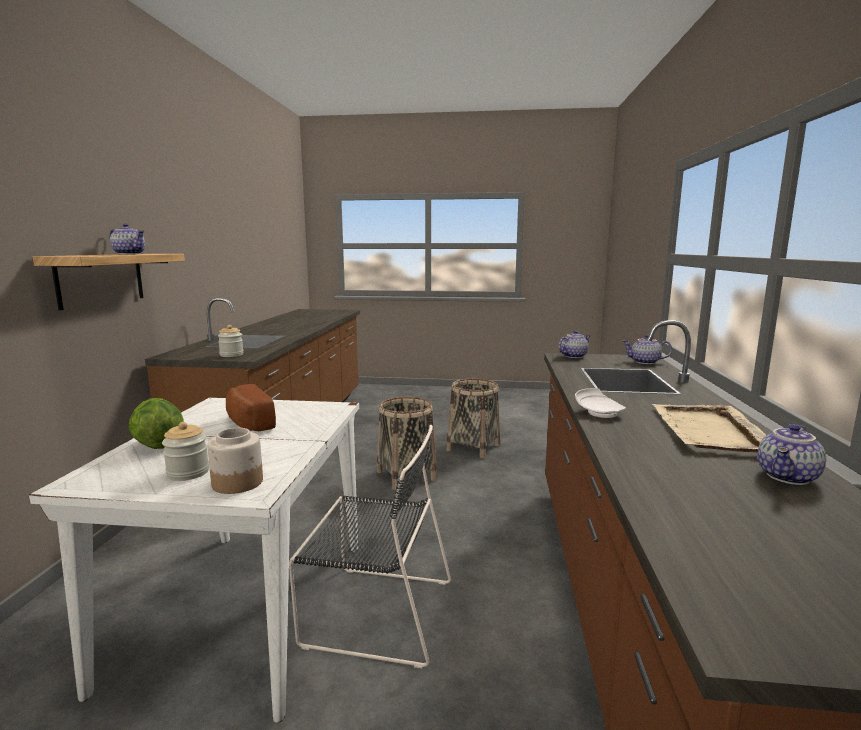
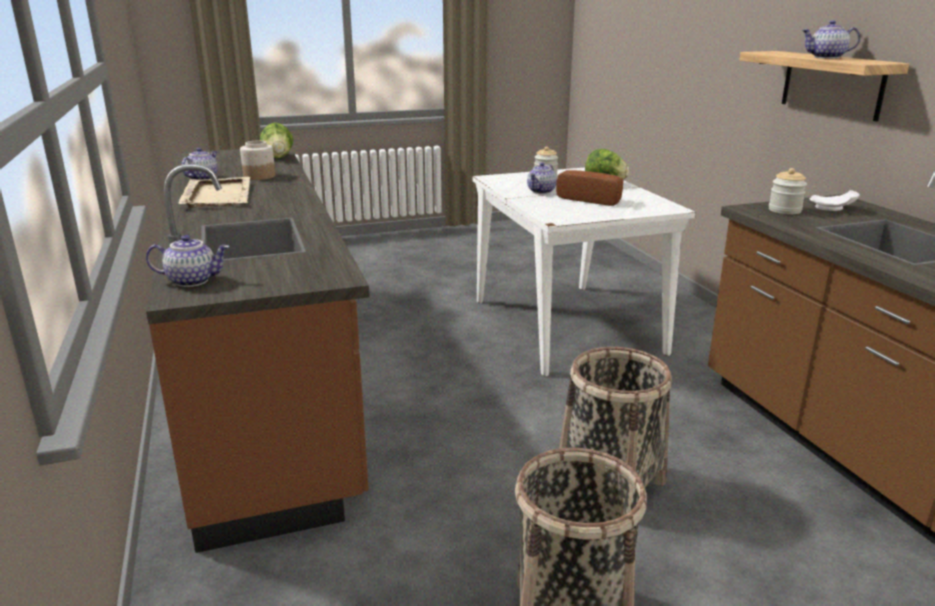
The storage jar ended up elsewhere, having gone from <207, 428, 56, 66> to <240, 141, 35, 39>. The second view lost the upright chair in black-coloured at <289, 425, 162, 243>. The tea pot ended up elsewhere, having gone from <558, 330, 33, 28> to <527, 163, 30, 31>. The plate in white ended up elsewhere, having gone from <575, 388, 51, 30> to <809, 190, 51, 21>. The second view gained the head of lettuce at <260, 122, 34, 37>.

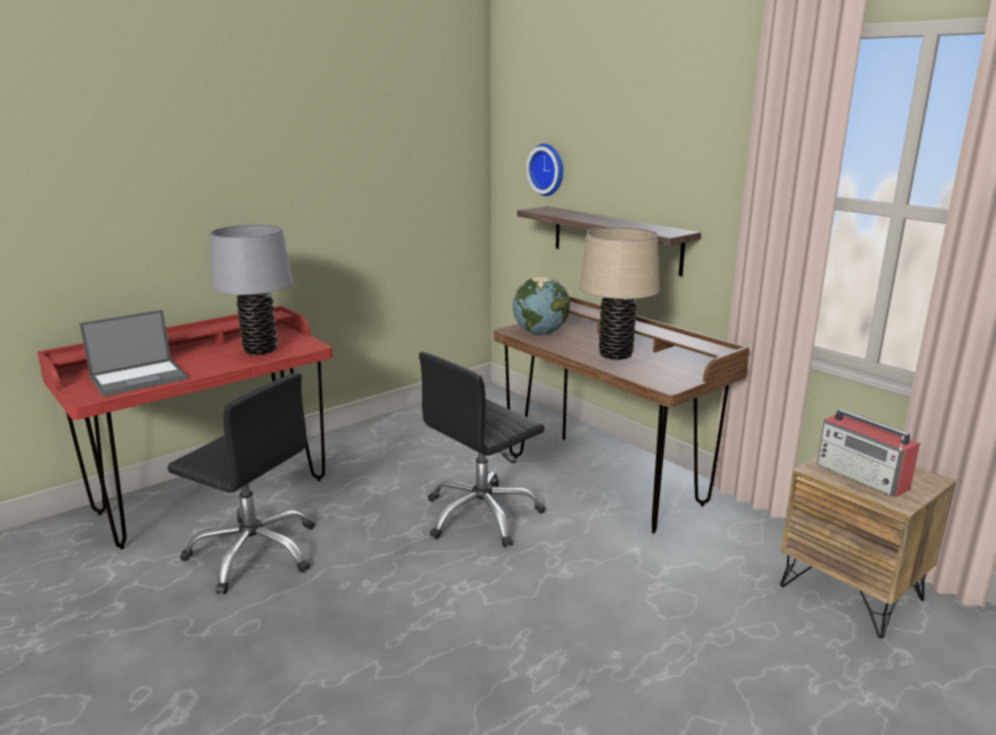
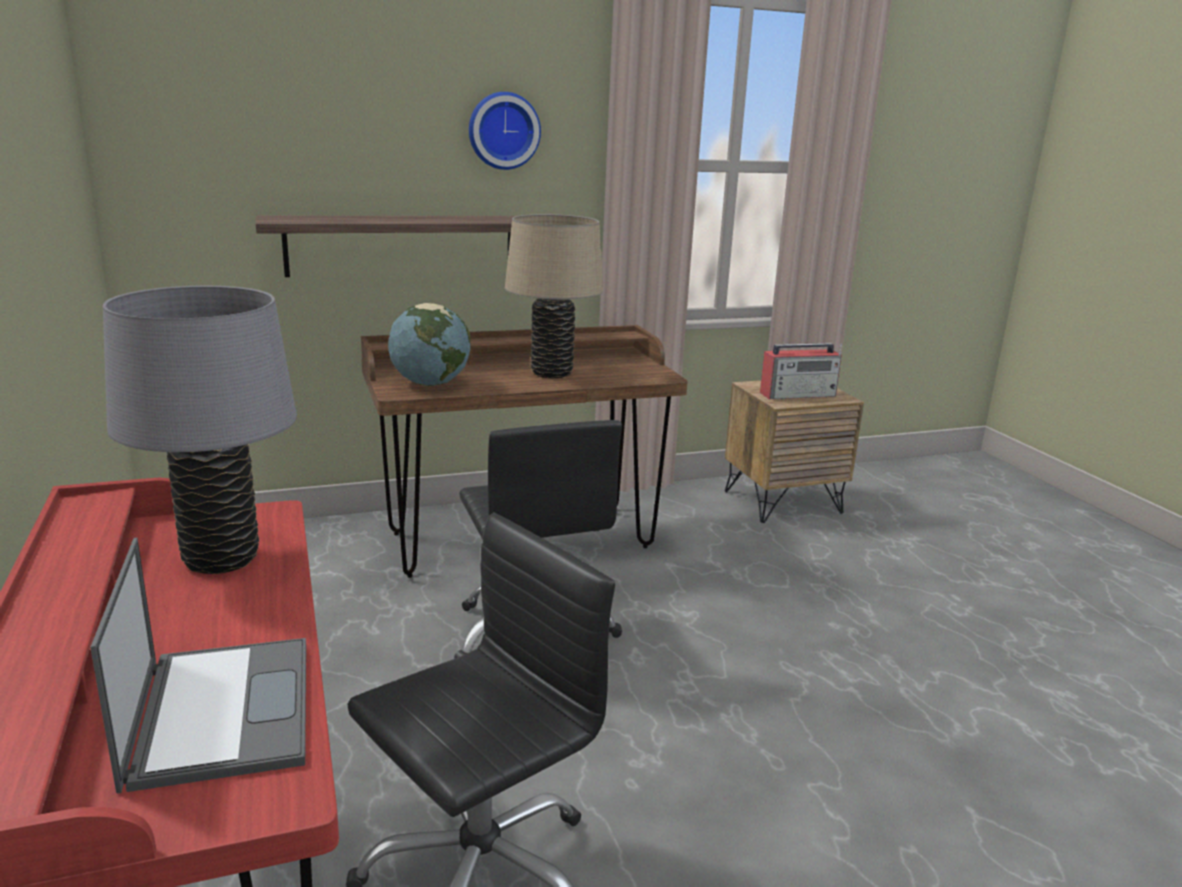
The wall clock ended up elsewhere, having gone from <526, 144, 37, 52> to <469, 92, 72, 78>.

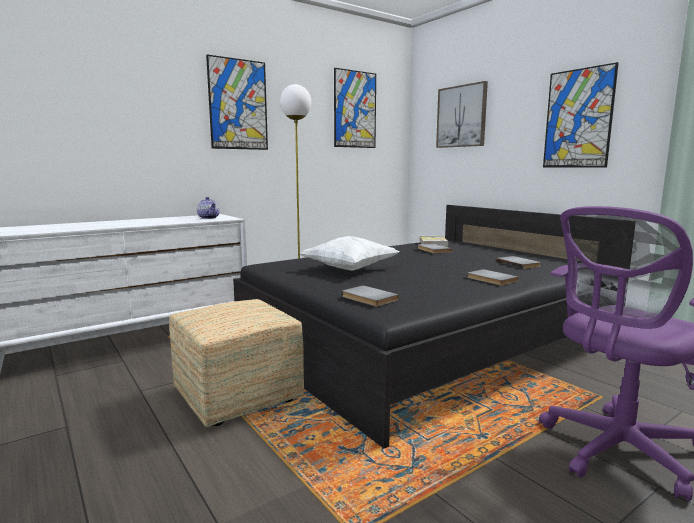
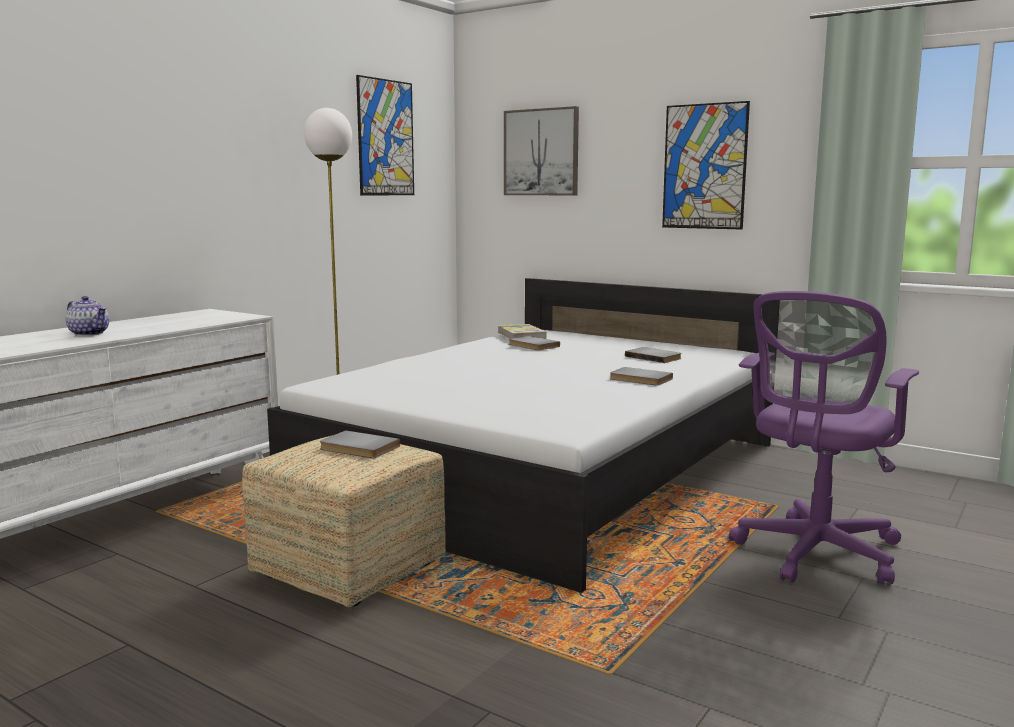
The tea pot ended up elsewhere, having gone from <197, 197, 23, 22> to <65, 296, 44, 40>. The second view lost the picture at <206, 54, 62, 96>. What was the bed in black-coloured at <233, 205, 400, 243> turned into the bed in white at <267, 278, 512, 315>. The second view lost the pillow in white at <299, 236, 100, 34>. The bound book in gray ended up elsewhere, having gone from <342, 285, 57, 22> to <320, 430, 80, 28>.

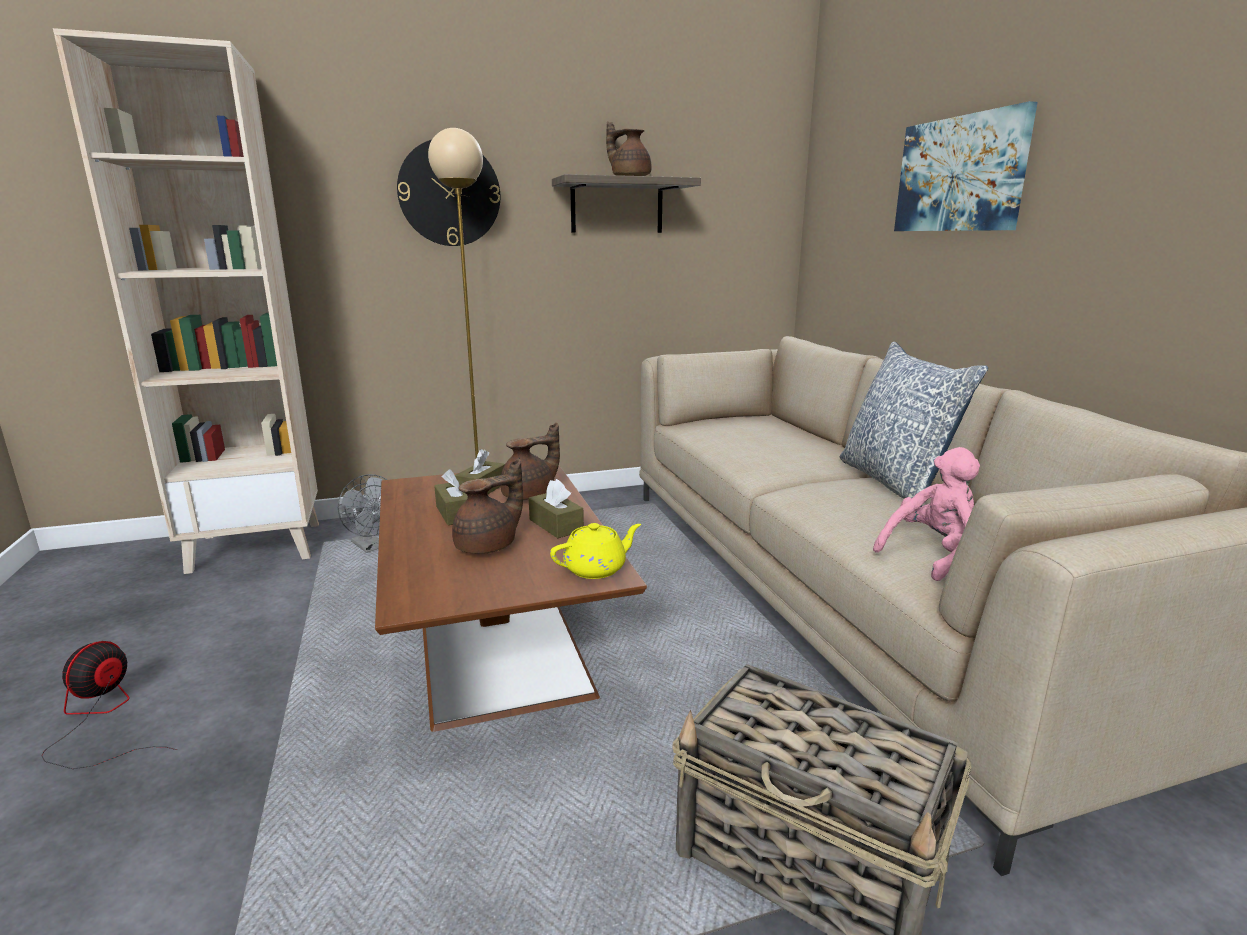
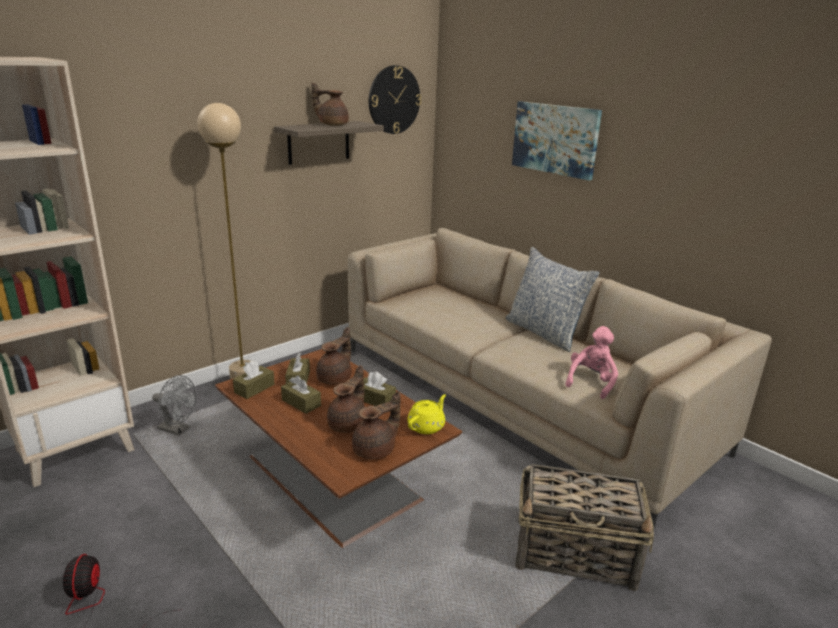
The wall clock ended up elsewhere, having gone from <397, 140, 103, 106> to <369, 65, 52, 69>. The second view gained the box of tissues in brown at <233, 361, 42, 38>. The second view gained the tea pot in brown at <352, 391, 48, 68>.

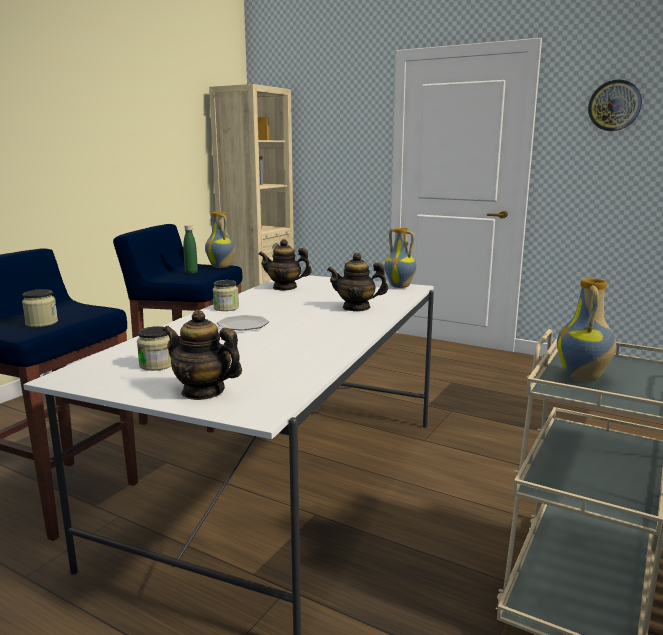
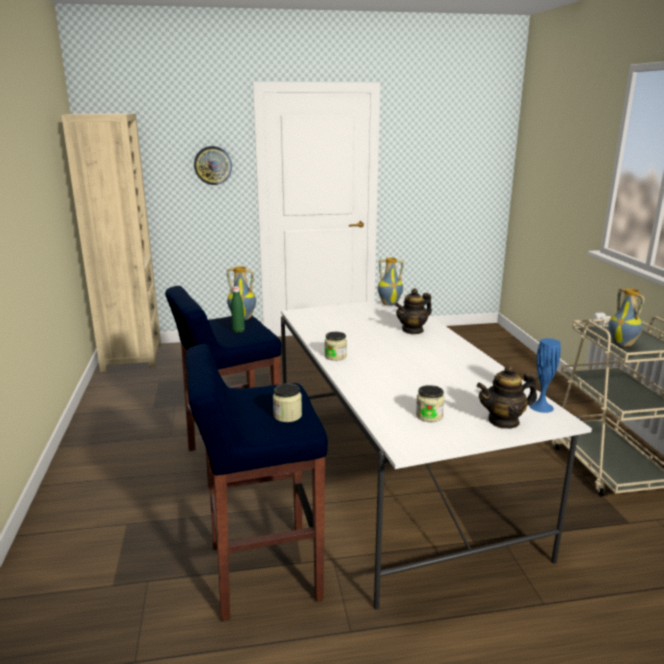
The second view lost the plate at <217, 315, 52, 16>. The second view lost the tea pot at <259, 239, 53, 51>. The wall clock ended up elsewhere, having gone from <588, 80, 54, 51> to <194, 146, 38, 39>. The second view gained the vase in blue-coloured at <529, 338, 32, 75>.

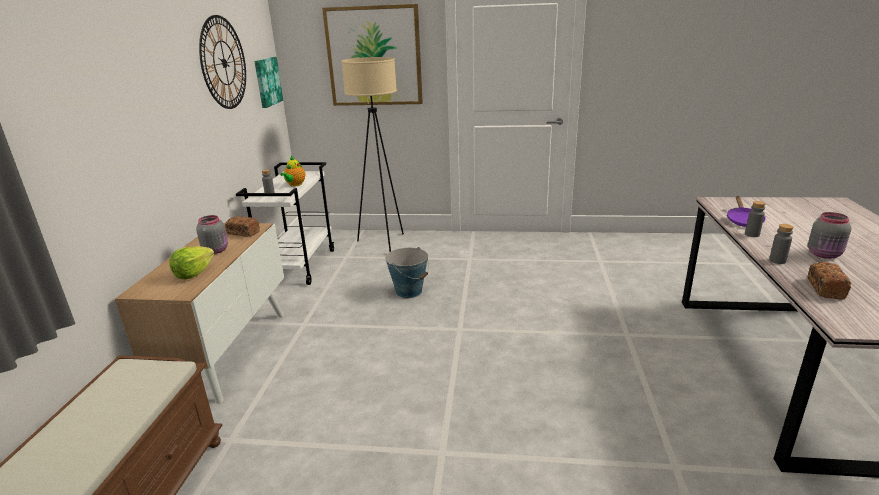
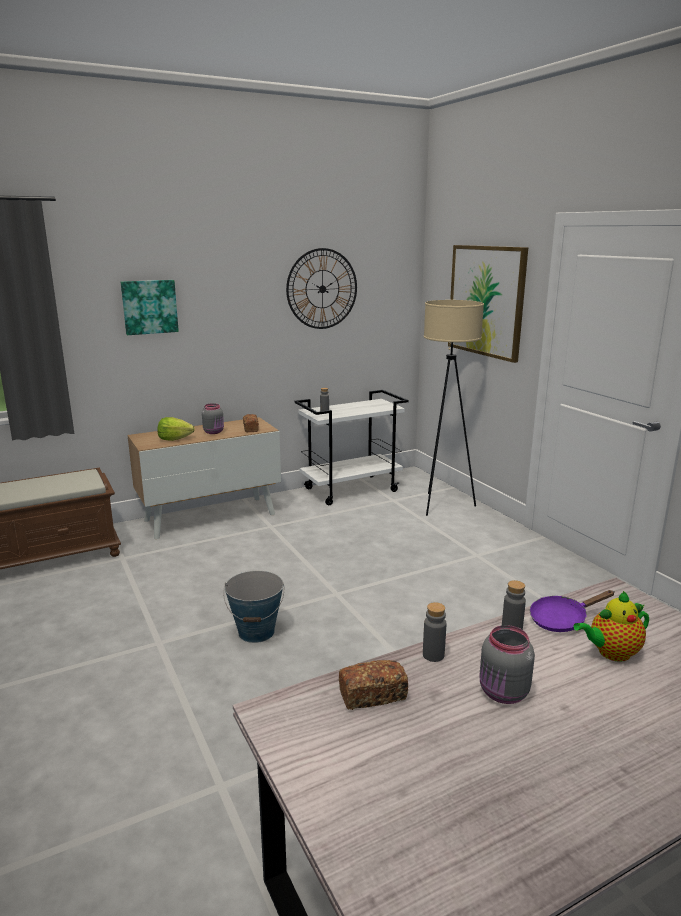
The picture ended up elsewhere, having gone from <254, 57, 29, 51> to <121, 280, 58, 55>. The tea pot ended up elsewhere, having gone from <280, 156, 25, 31> to <574, 591, 75, 71>. The bucket ended up elsewhere, having gone from <385, 247, 44, 51> to <224, 571, 60, 72>.

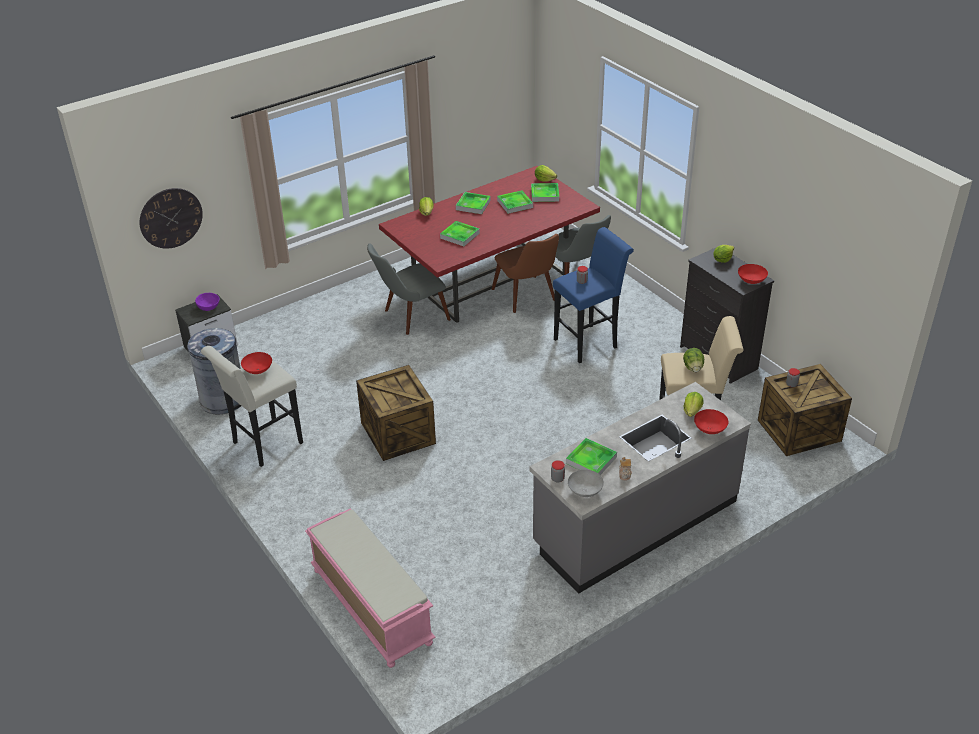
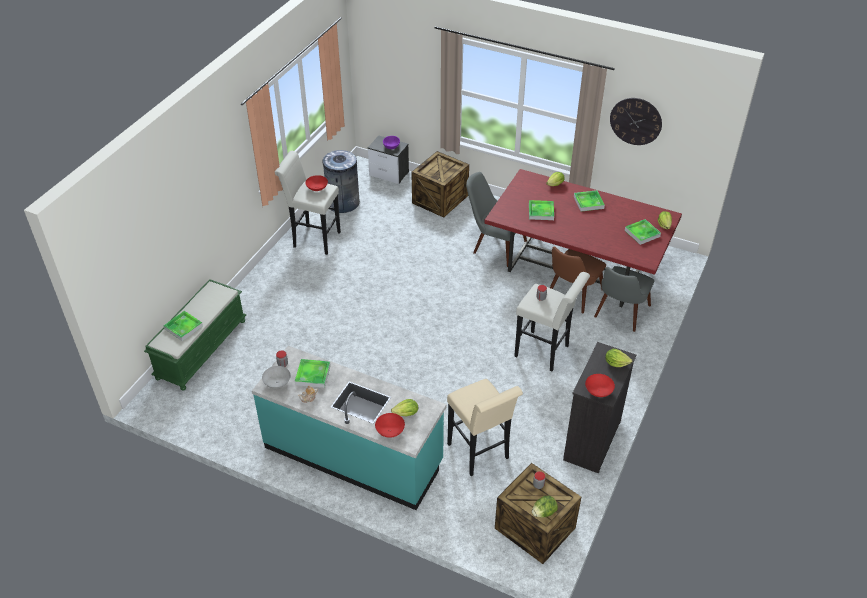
The wall clock ended up elsewhere, having gone from <140, 188, 63, 61> to <610, 98, 52, 47>. What was the long seat in pink at <305, 508, 131, 160> turned into the long seat in green at <144, 279, 102, 112>. The packing crate ended up elsewhere, having gone from <356, 365, 80, 96> to <411, 151, 58, 67>. The tray ended up elsewhere, having gone from <497, 190, 36, 24> to <164, 311, 39, 30>. What was the kitchen counter in gray at <530, 382, 221, 212> turned into the kitchen counter in blue-green at <252, 346, 194, 164>. What was the sitting stool in blue-coloured at <553, 227, 81, 136> turned into the sitting stool in white at <514, 272, 76, 99>. The head of lettuce ended up elsewhere, having gone from <683, 348, 21, 24> to <532, 496, 26, 21>.

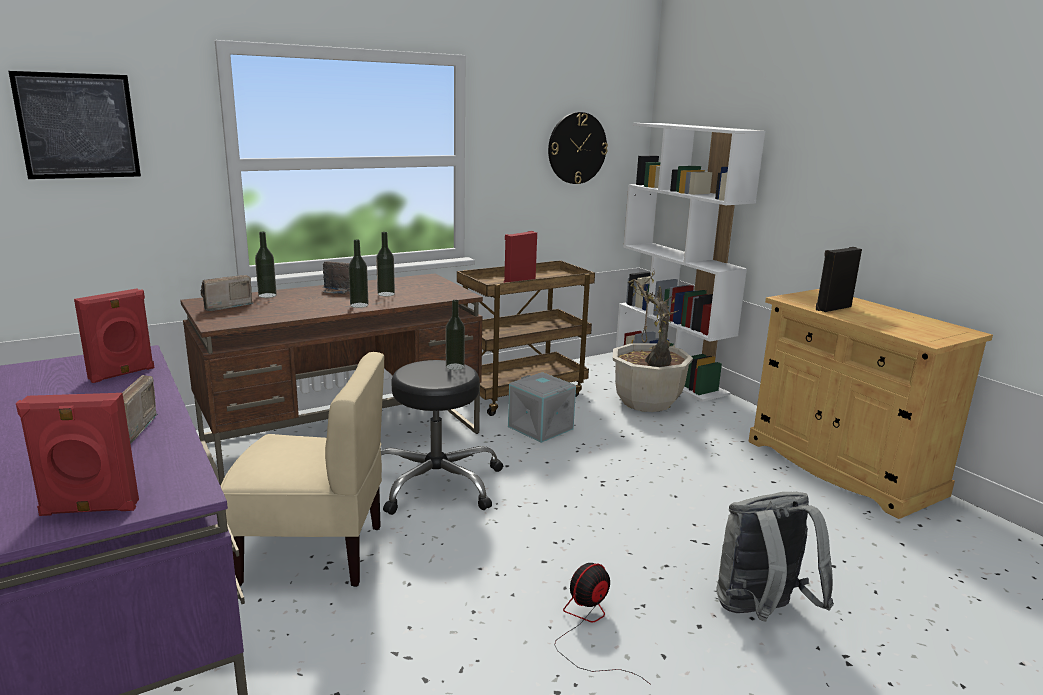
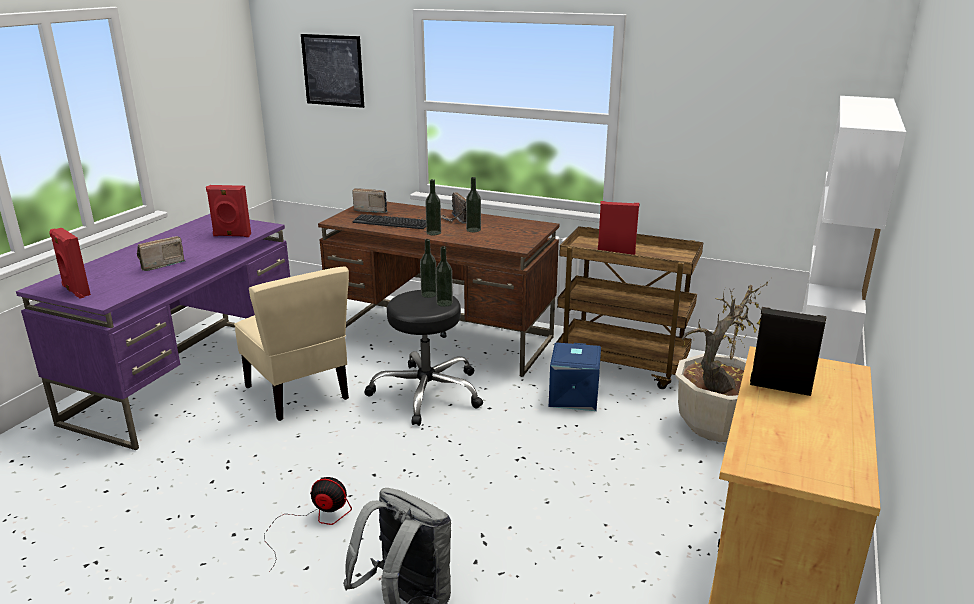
The drink bottle ended up elsewhere, having gone from <255, 232, 22, 66> to <420, 239, 16, 59>. What was the storage container in gray at <508, 372, 68, 71> turned into the storage container in blue-coloured at <549, 342, 52, 69>. The second view lost the wall clock at <548, 112, 60, 72>. The second view gained the PC keyboard at <353, 214, 73, 15>.

